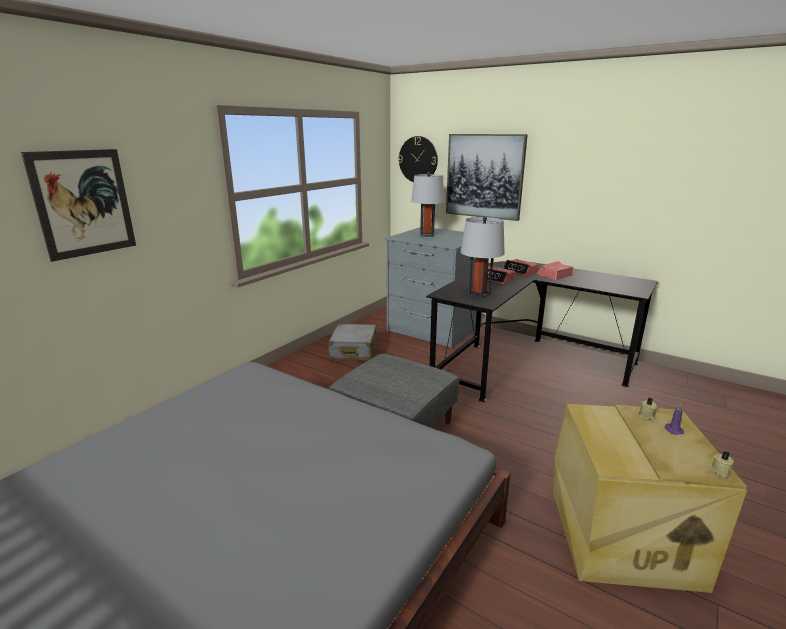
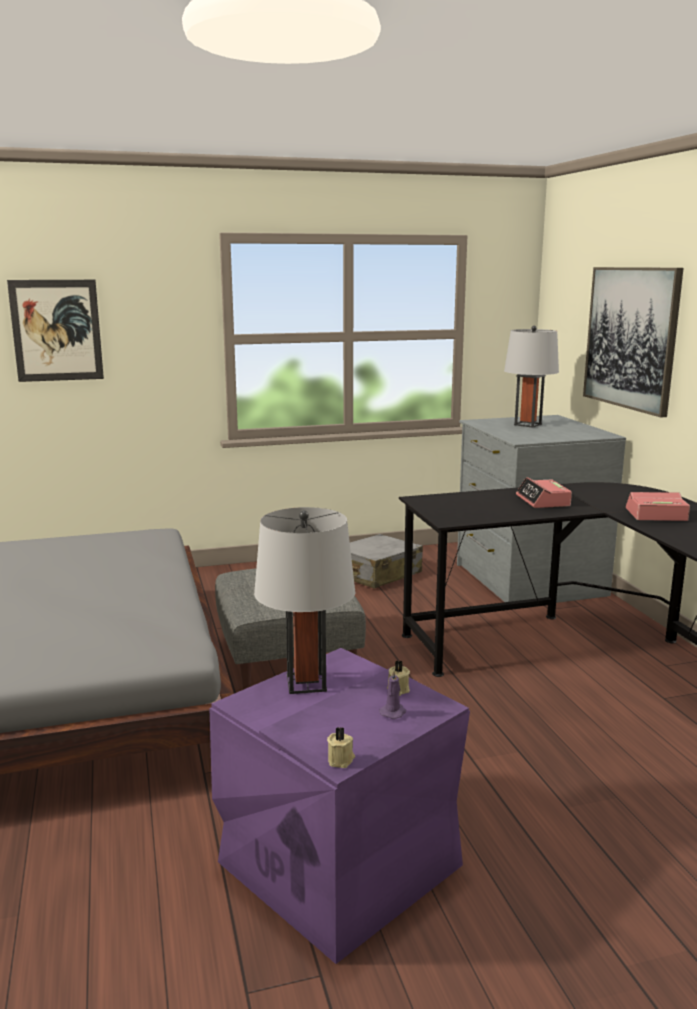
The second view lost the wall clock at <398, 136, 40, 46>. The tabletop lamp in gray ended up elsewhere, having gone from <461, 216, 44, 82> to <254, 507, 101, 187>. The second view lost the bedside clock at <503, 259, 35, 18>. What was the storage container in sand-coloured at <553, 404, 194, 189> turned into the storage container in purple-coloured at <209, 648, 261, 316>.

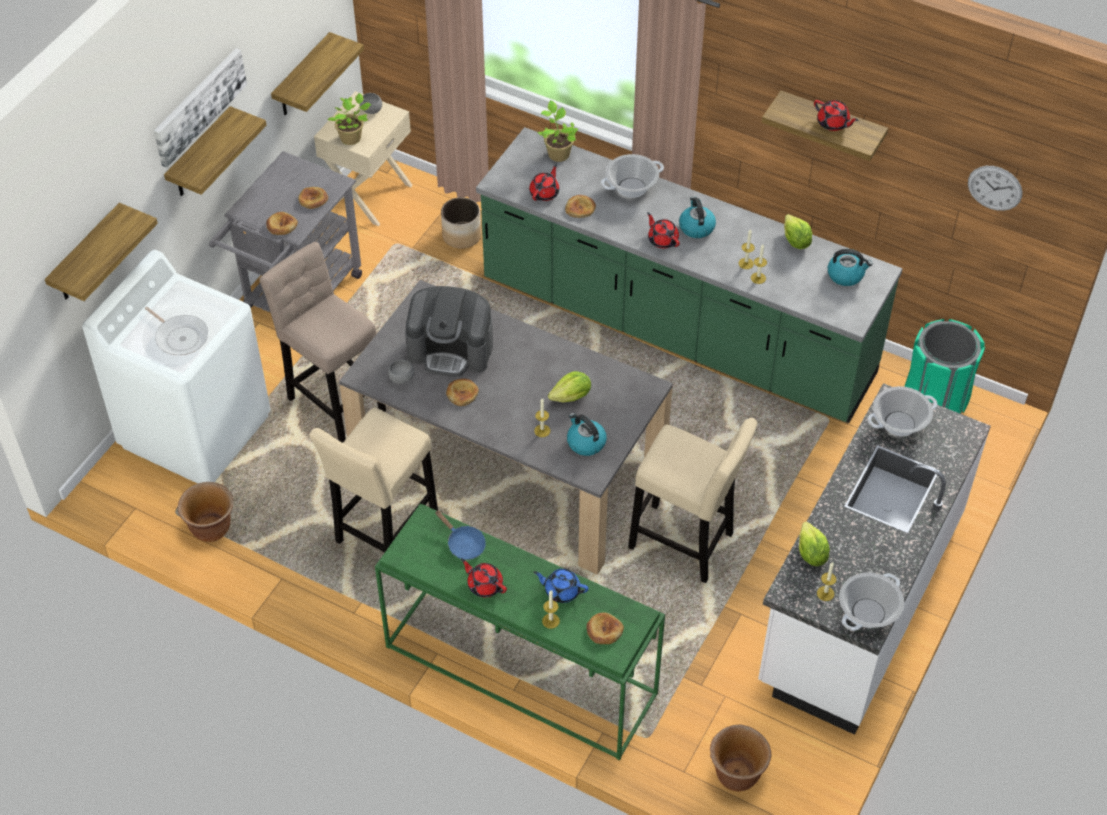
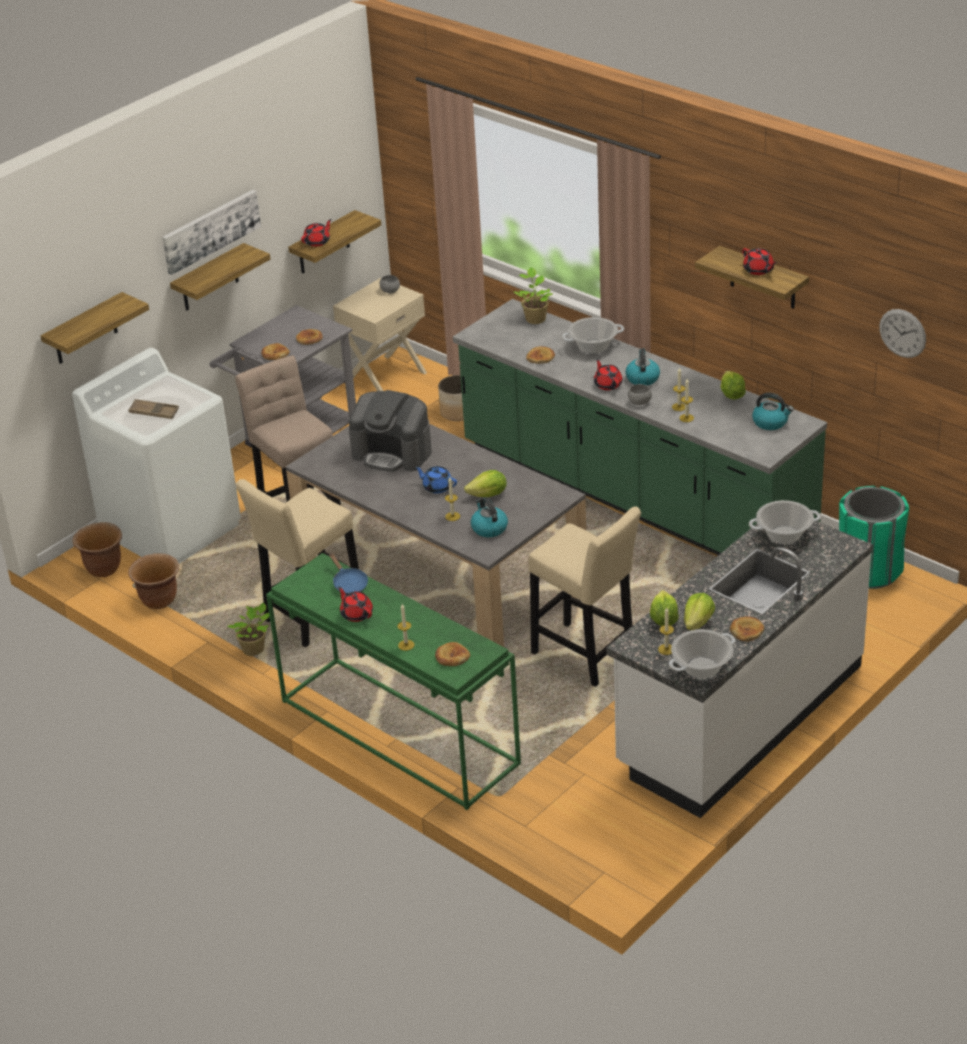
Where the skillet stood at <145, 307, 64, 48>, the tray in brown came to stand at <128, 399, 51, 20>. The plant in a pot ended up elsewhere, having gone from <328, 93, 43, 52> to <227, 603, 43, 53>. The deep dish in gray ended up elsewhere, having gone from <388, 360, 27, 24> to <628, 384, 24, 21>. The baked bread ended up elsewhere, having gone from <446, 379, 33, 27> to <730, 617, 34, 25>. The tea pot in red-coloured ended up elsewhere, having gone from <529, 164, 30, 37> to <301, 219, 31, 28>. The tea pot in blue-coloured ended up elsewhere, having gone from <533, 568, 56, 35> to <415, 466, 42, 28>. The planter in brown ended up elsewhere, having gone from <710, 725, 61, 67> to <72, 522, 50, 55>. The second view gained the head of lettuce at <684, 593, 31, 37>.

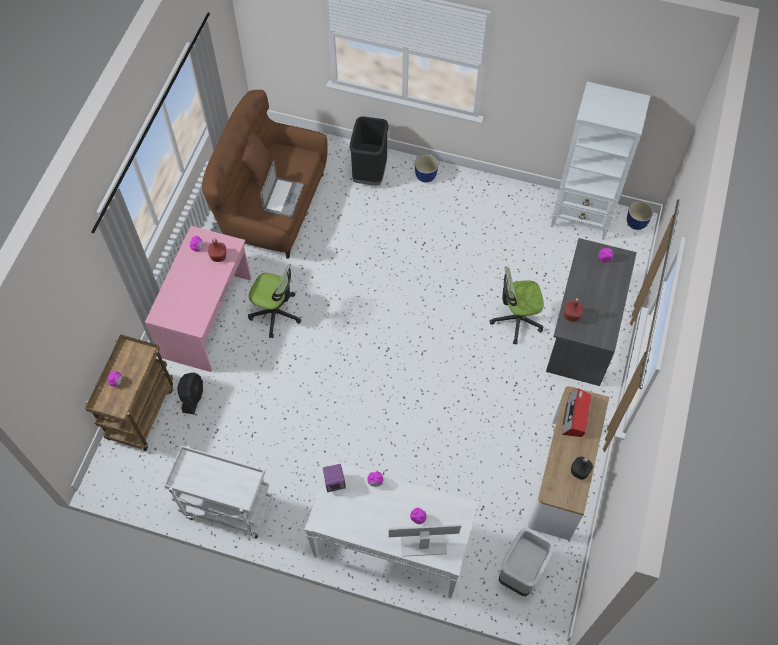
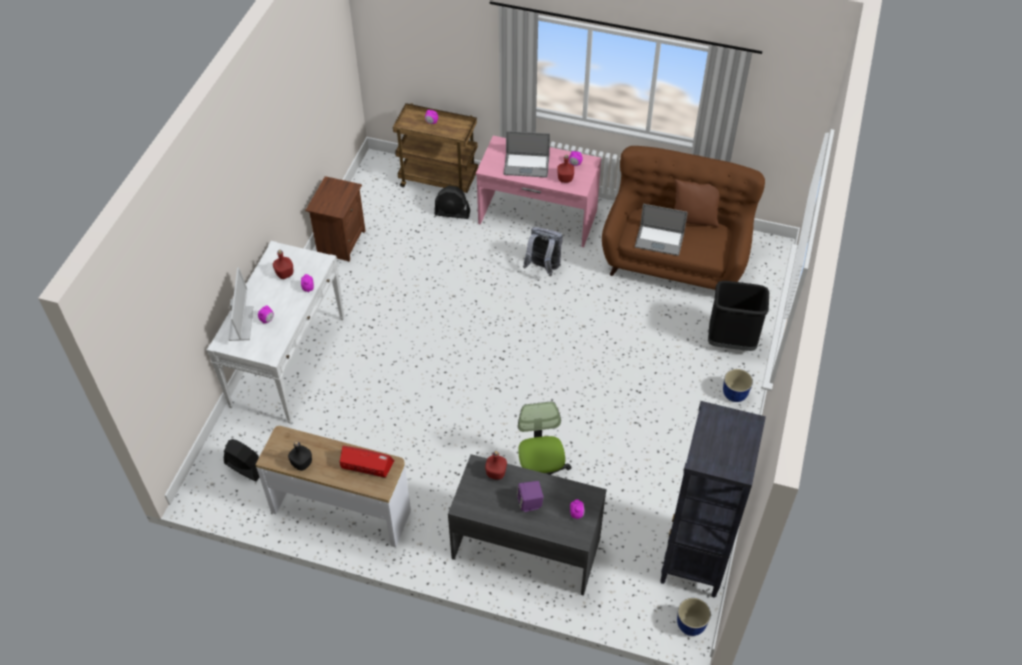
Where the cart in white stood at <164, 446, 109, 93>, the nightstand in brown came to stand at <305, 176, 60, 86>. Where the computer chair stood at <248, 264, 54, 74>, the rucksack in gray came to stand at <523, 227, 40, 49>. The loudspeaker in purple-coloured ended up elsewhere, having gone from <323, 464, 23, 28> to <517, 481, 26, 31>. Where the rubbish bin in gray stood at <499, 528, 55, 68>, the electric fan in black-coloured came to stand at <224, 439, 36, 42>. What was the shelving unit in white at <551, 82, 99, 158> turned into the shelving unit in black-coloured at <660, 401, 106, 197>. The second view gained the drink bottle in red-coloured at <273, 250, 20, 29>. The second view gained the notebook computer at <504, 131, 46, 47>.

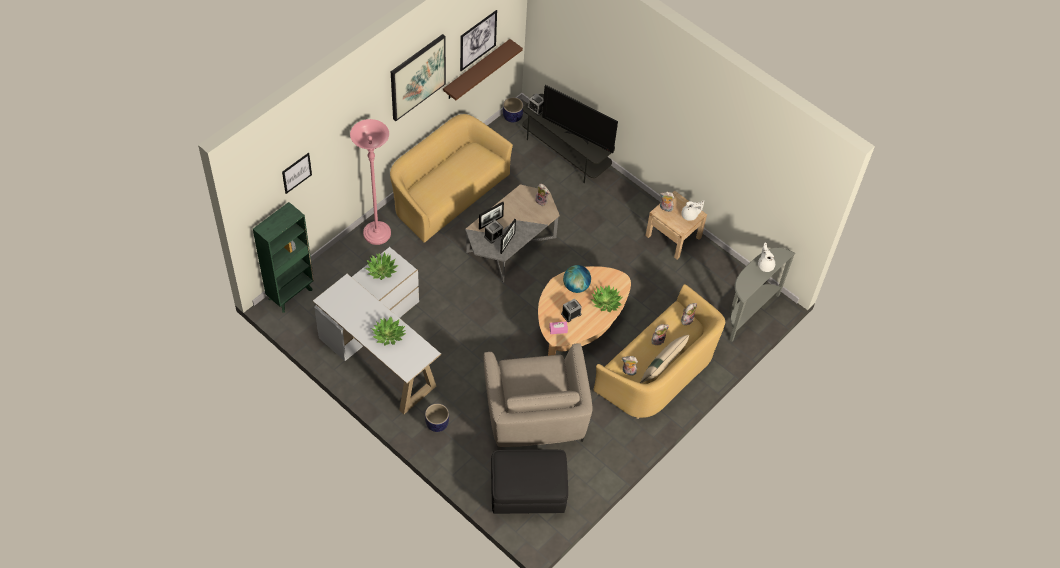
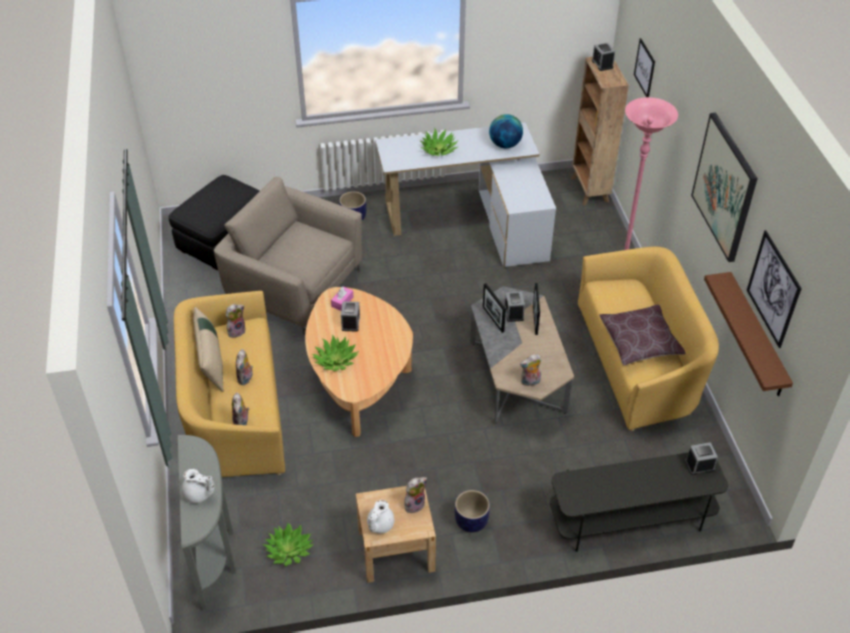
What was the shelving unit in green at <253, 202, 61, 111> turned into the shelving unit in brown at <571, 57, 58, 149>. The plant in a pot ended up elsewhere, having gone from <365, 252, 33, 28> to <262, 522, 52, 44>. The planter ended up elsewhere, having gone from <503, 97, 21, 25> to <455, 490, 35, 42>. The second view lost the TV set at <542, 85, 76, 68>. The desk globe ended up elsewhere, having gone from <563, 265, 28, 28> to <489, 114, 34, 34>. The second view gained the bedside clock at <592, 42, 23, 29>. The second view gained the pillow in brown at <599, 304, 87, 61>.

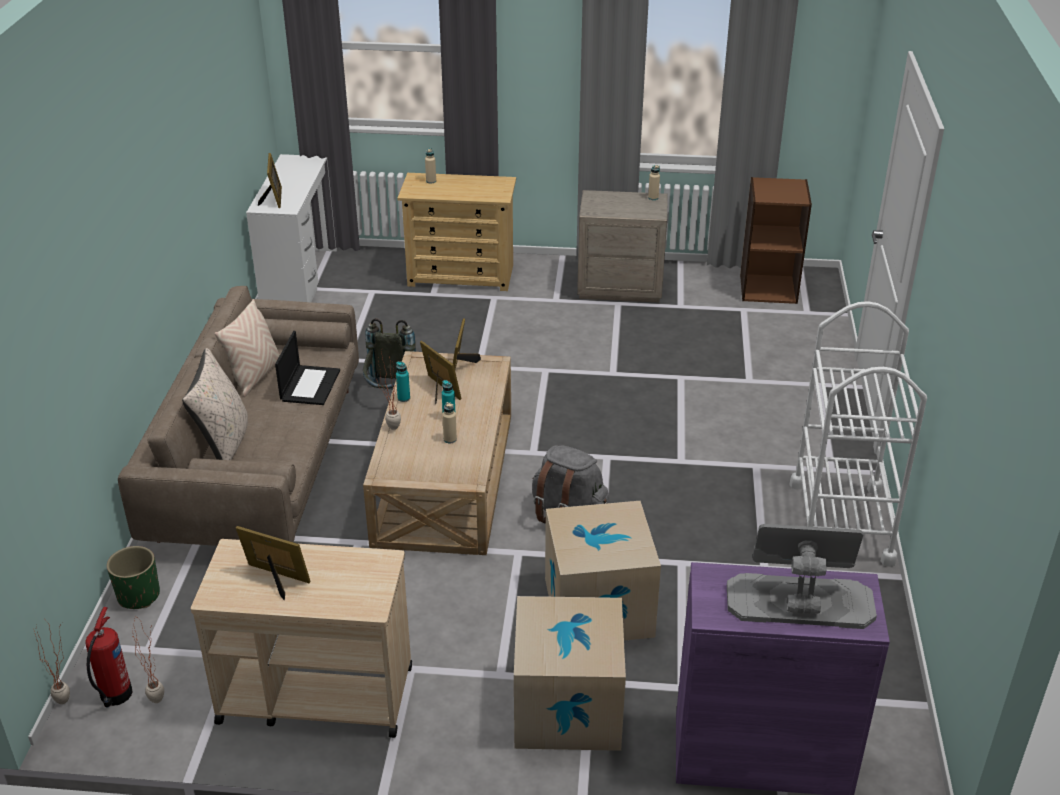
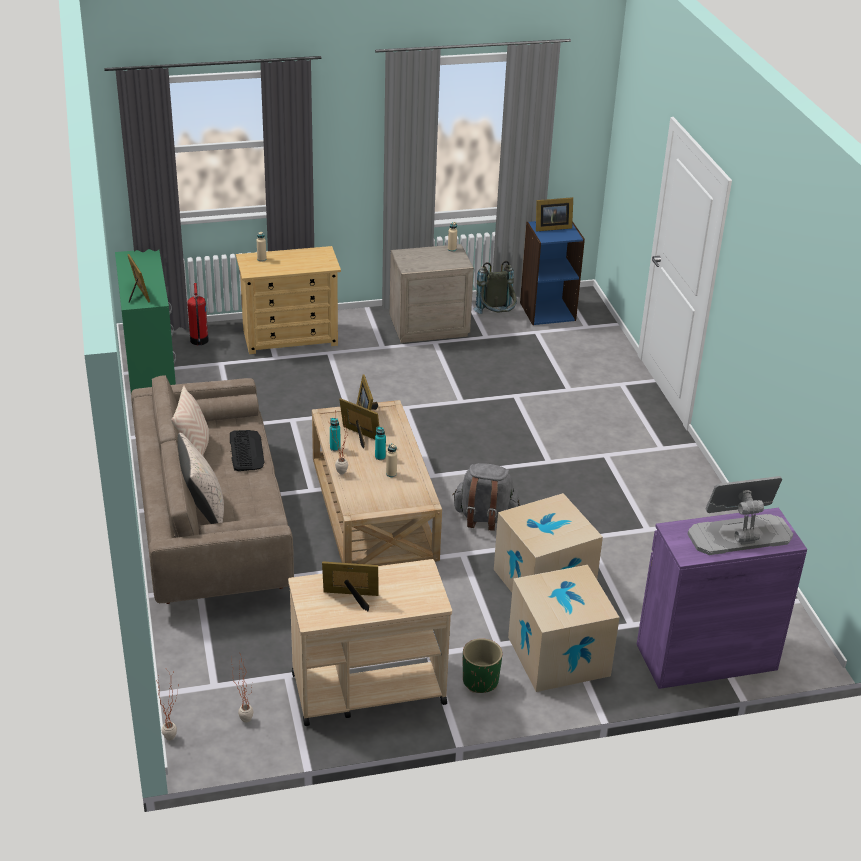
The fire-fighting cylinder ended up elsewhere, having gone from <85, 607, 48, 101> to <187, 283, 22, 62>. The planter in green ended up elsewhere, having gone from <107, 546, 53, 63> to <463, 638, 40, 55>. What was the desk table in white at <246, 154, 91, 148> turned into the desk table in green at <115, 249, 61, 143>. Where the notebook computer stood at <275, 331, 65, 74>, the PC keyboard came to stand at <230, 430, 35, 41>. The rucksack in gray ended up elsewhere, having gone from <363, 318, 53, 71> to <473, 261, 44, 53>. What was the shelving unit in brown at <740, 177, 72, 127> turned into the shelving unit in blue-coloured at <520, 221, 65, 104>. The second view lost the cart in white at <789, 301, 138, 266>. The second view gained the picture frame at <536, 197, 37, 35>.

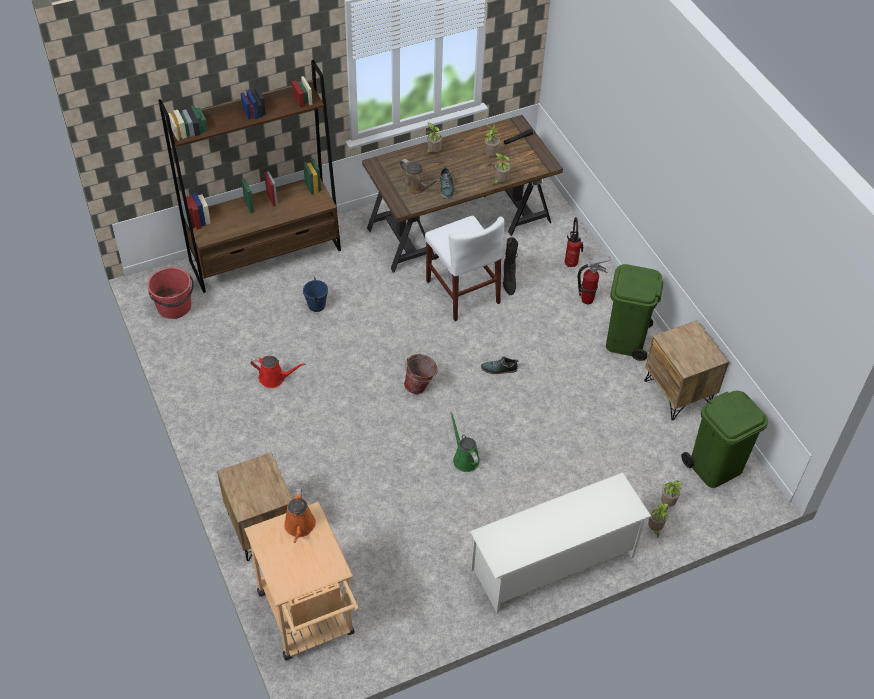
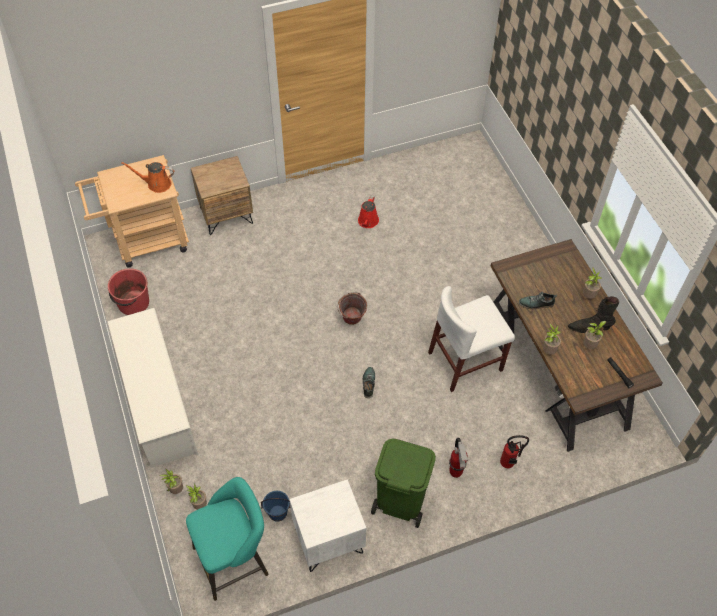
The bucket in red-coloured ended up elsewhere, having gone from <147, 267, 47, 52> to <108, 268, 41, 47>. The second view lost the shelving unit in brown at <158, 60, 183, 233>. The bucket in blue-coloured ended up elsewhere, having gone from <303, 277, 25, 35> to <261, 491, 29, 31>. The second view lost the watering pot in brown at <400, 159, 41, 36>. The second view lost the watering pot in green at <450, 412, 30, 60>. The high-top boot in black-coloured ended up elsewhere, having gone from <503, 237, 15, 58> to <568, 296, 51, 37>. What was the nightstand in brown at <644, 320, 85, 100> turned into the nightstand in white at <289, 479, 77, 93>. Where the rubbish bin in green stood at <681, 391, 87, 97>, the sitting stool in blue-green came to stand at <186, 477, 83, 124>.

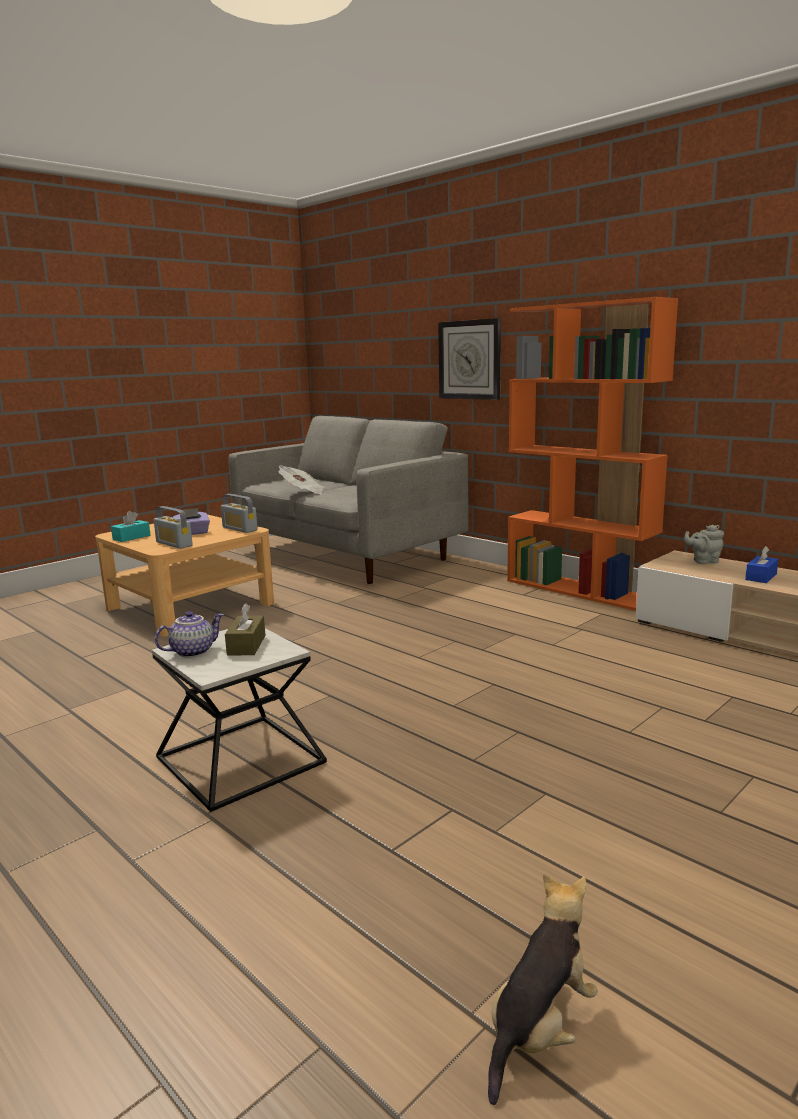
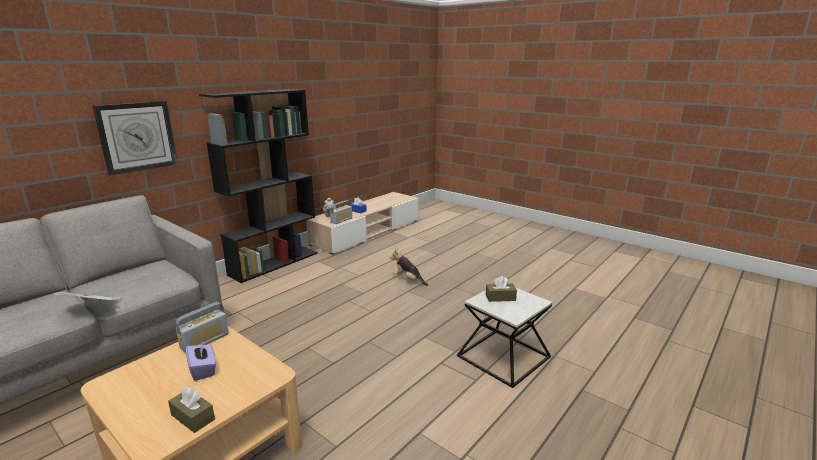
What was the box of tissues in blue-green at <111, 511, 39, 31> turned into the box of tissues in brown at <168, 387, 47, 46>. The radio receiver ended up elsewhere, having gone from <154, 506, 39, 43> to <330, 200, 22, 24>. The second view lost the tea pot at <155, 611, 69, 46>. The soft toy ended up elsewhere, having gone from <488, 874, 110, 231> to <390, 247, 38, 39>. What was the shelving unit in orange at <507, 297, 171, 314> turned into the shelving unit in black-coloured at <199, 89, 119, 194>.

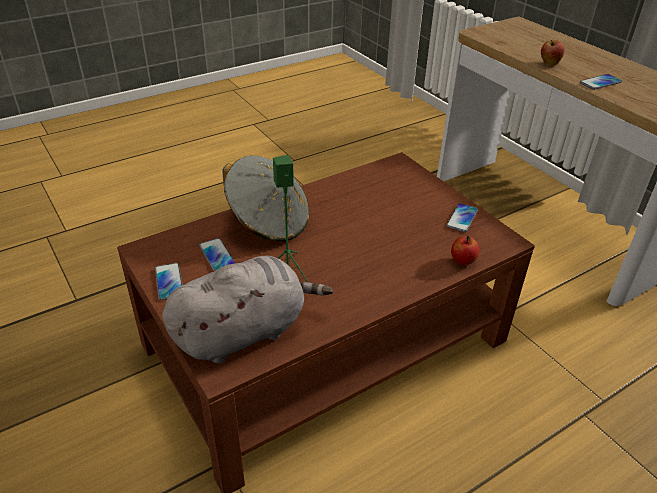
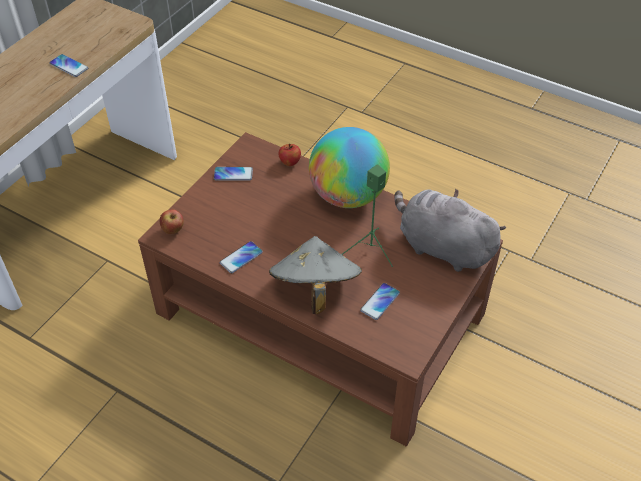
The phone ended up elsewhere, having gone from <155, 263, 28, 37> to <220, 241, 43, 32>. The apple fruit ended up elsewhere, having gone from <541, 40, 24, 26> to <160, 209, 24, 25>. The second view gained the desk globe at <309, 127, 81, 81>.

